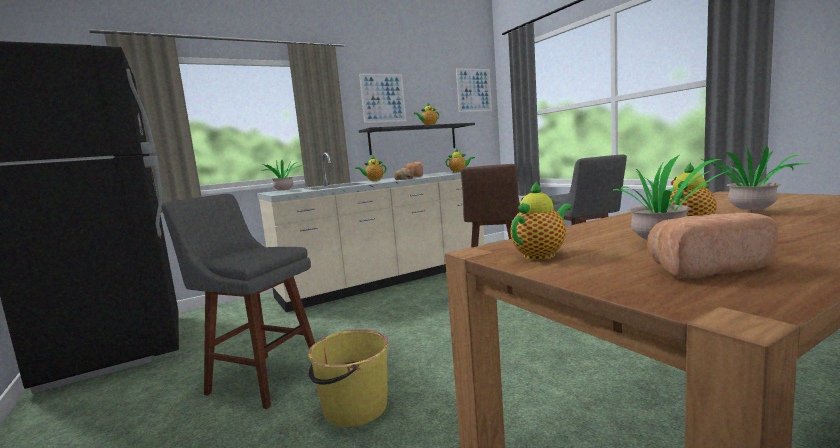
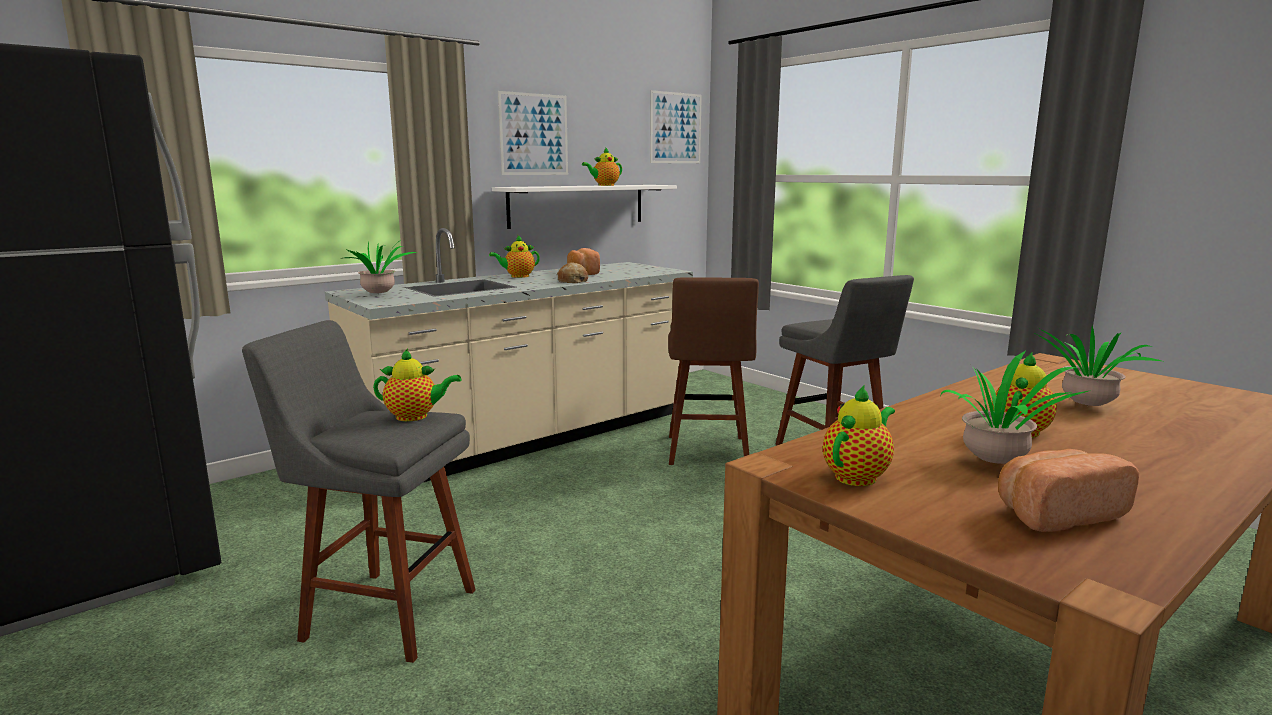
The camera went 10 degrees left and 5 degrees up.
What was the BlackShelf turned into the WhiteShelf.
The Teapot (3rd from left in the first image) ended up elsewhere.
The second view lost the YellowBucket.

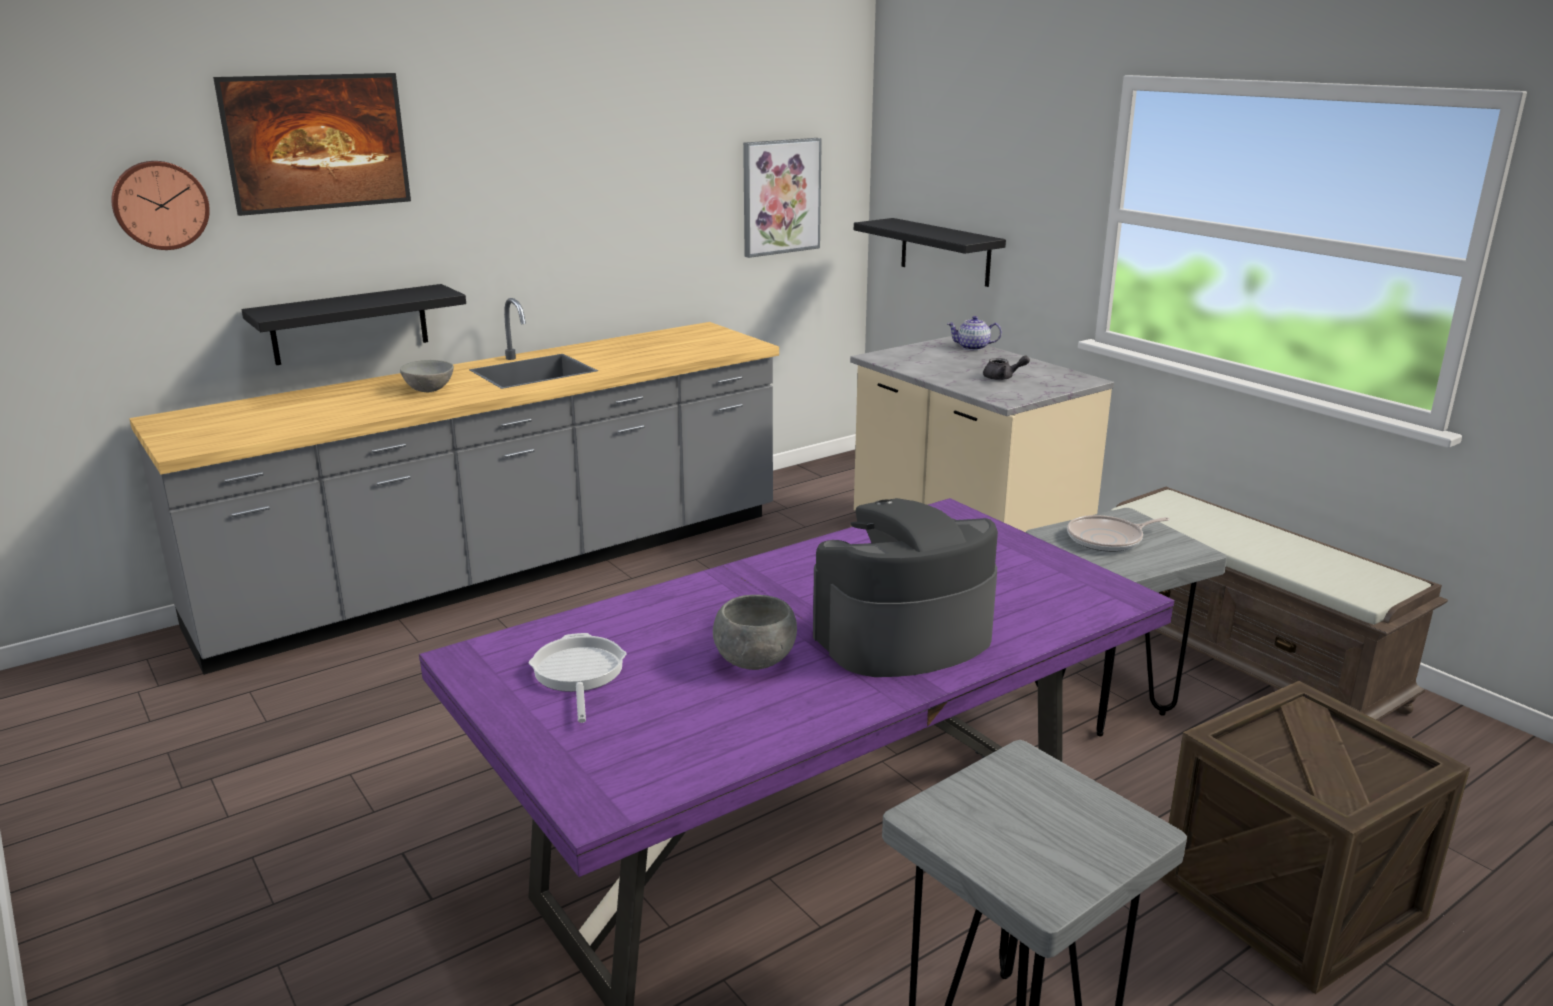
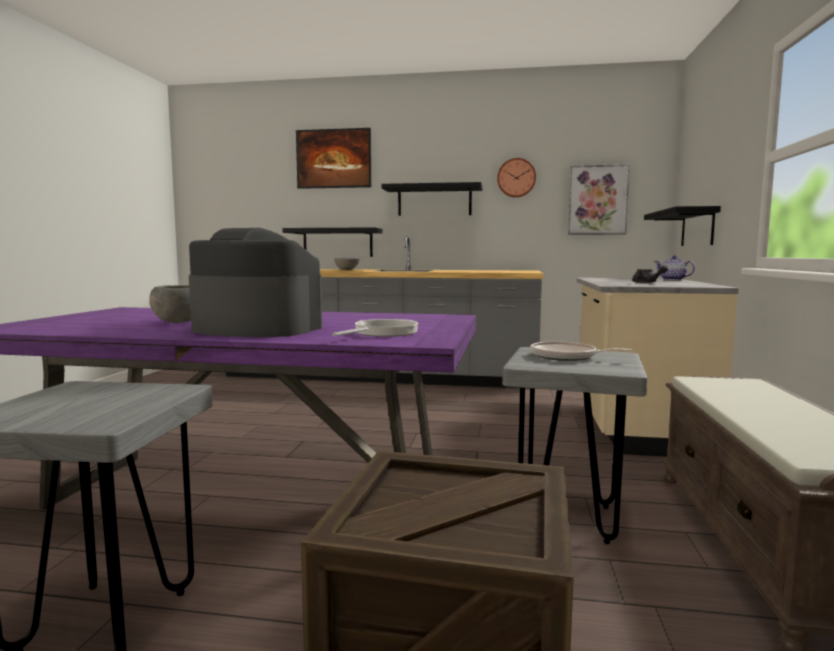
The camera went 45 degrees right and 15 degrees down.
The WallClock ended up elsewhere.
The FryingPan (1st from left) ended up elsewhere.
The second view gained the BlackShelf (2nd from left).

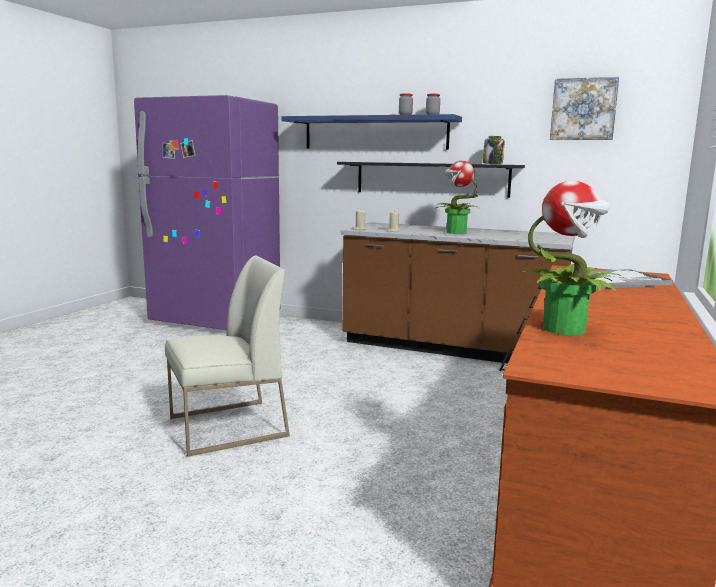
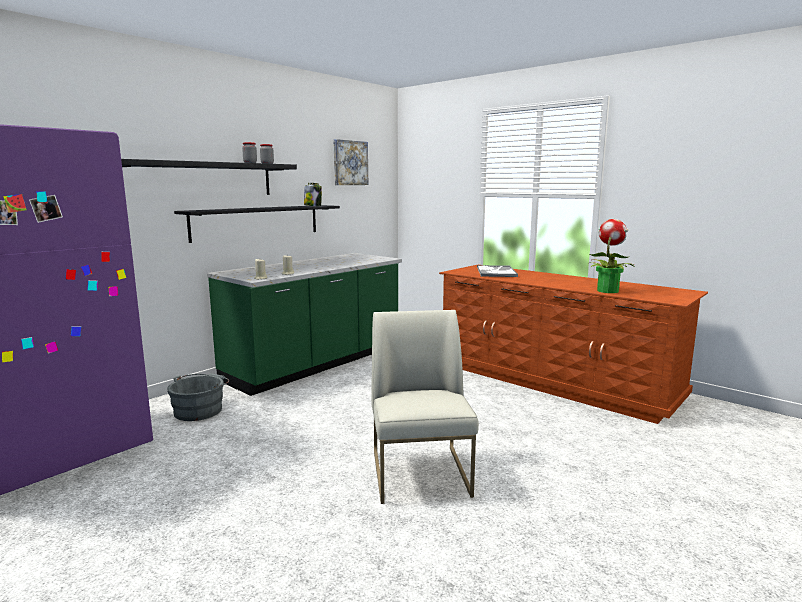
The camera went 70 degrees left and 0 degrees up.
What was the BlueShelf turned into the BlackShelf (1st from left).
The second view lost the PottedPlant (1st from left).
What was the BrownCounter turned into the GreenCounter.
The second view gained the GreyBucket.

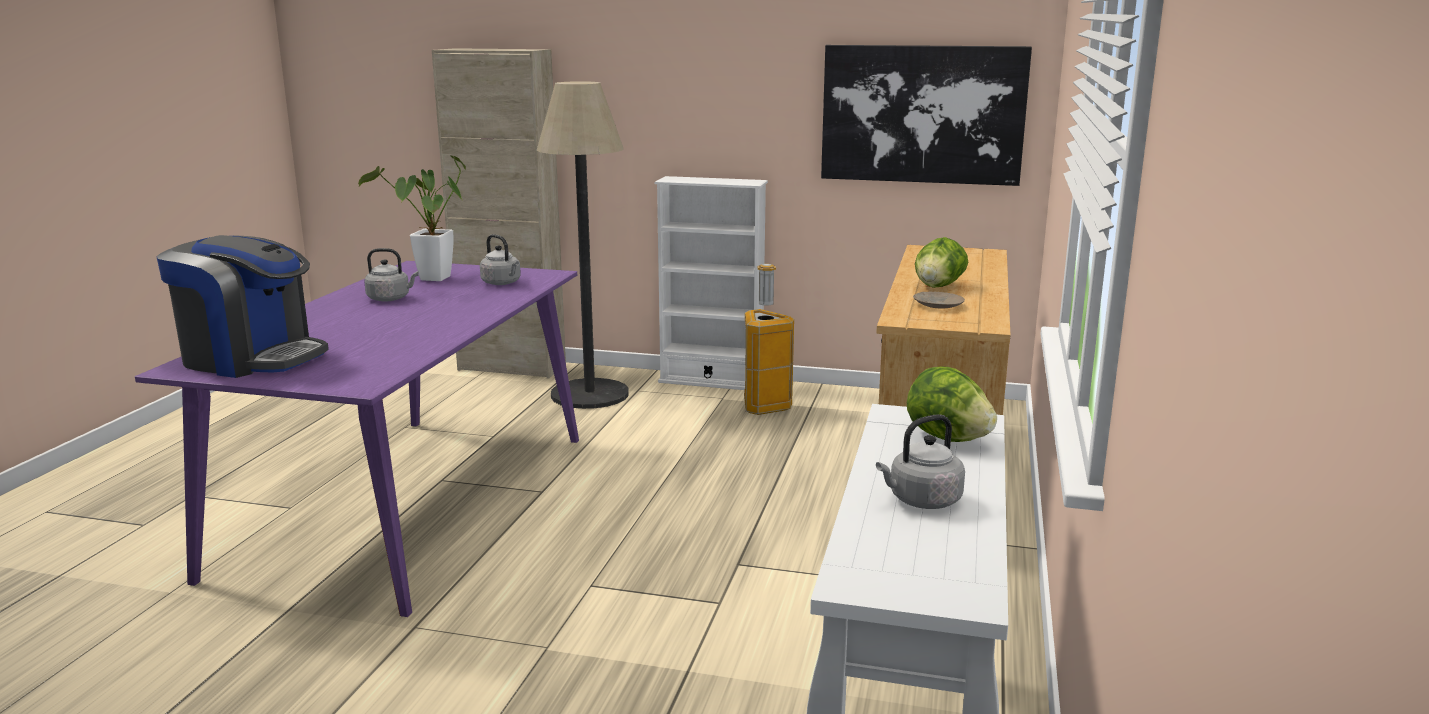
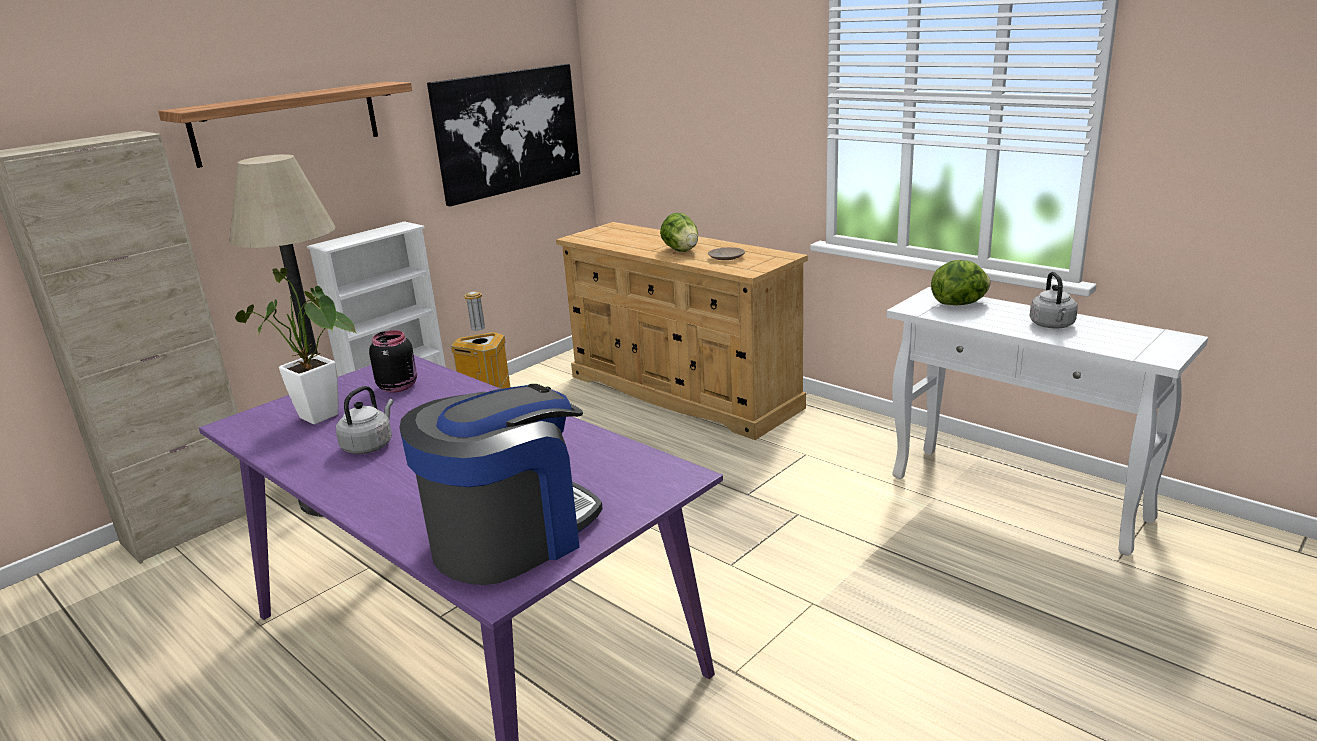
The camera went 60 degrees left and 5 degrees up.
Where the GreyKettle (2nd from left) stood, the BlackJar came to stand.
The second view gained the Shelf.

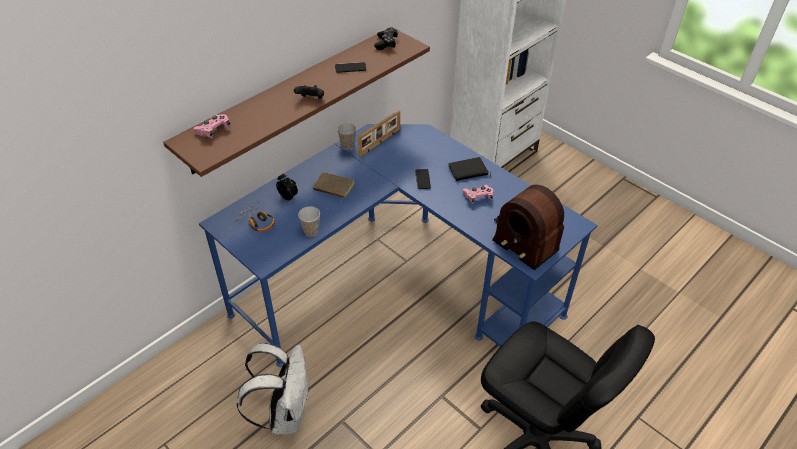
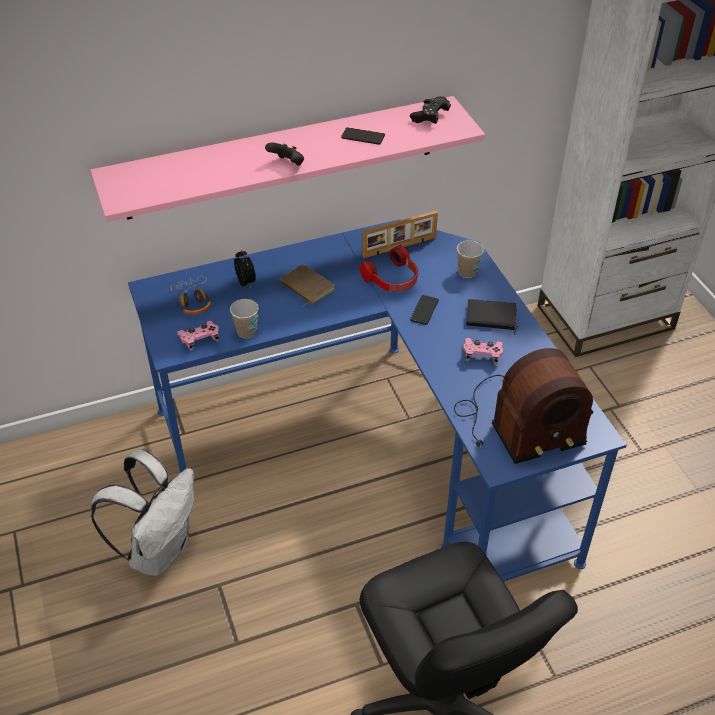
The camera went 25 degrees right and 0 degrees up.
What was the BrownShelf turned into the PinkShelf.
The PinkGameController (1st from left) ended up elsewhere.
The Cup (2nd from left) ended up elsewhere.
The Radio ended up facing another way, 90 degrees counterclockwise from before.
The second view gained the Headphones (2nd from left).

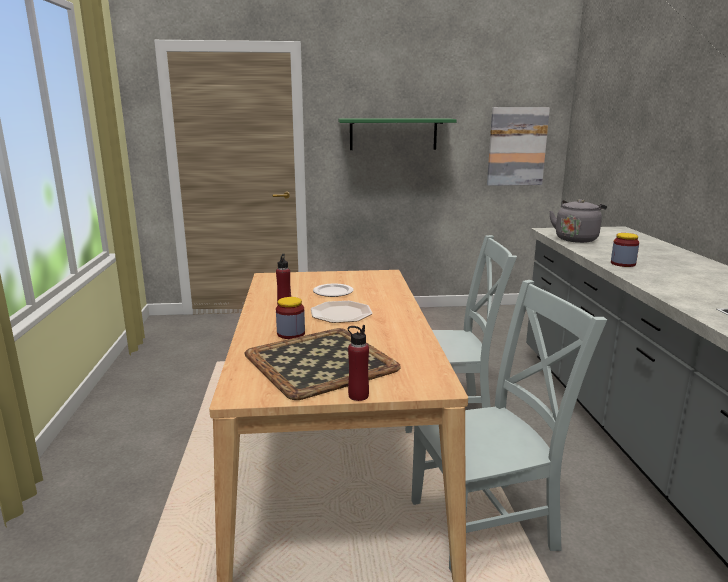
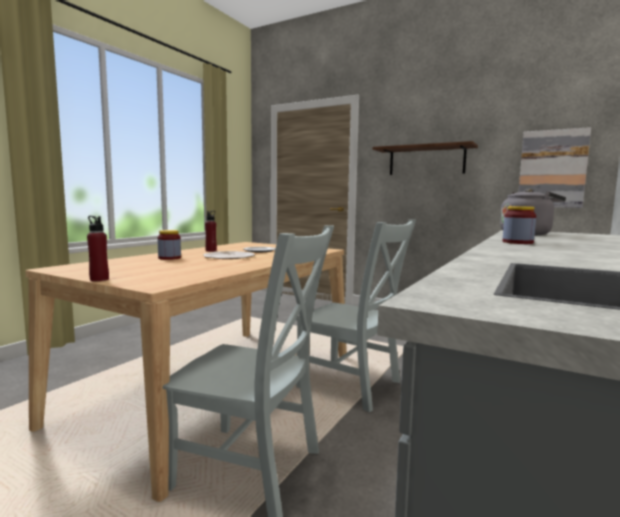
The camera went 35 degrees right and 10 degrees down.
What was the GreenShelf turned into the BrownShelf.
The second view lost the Tray.

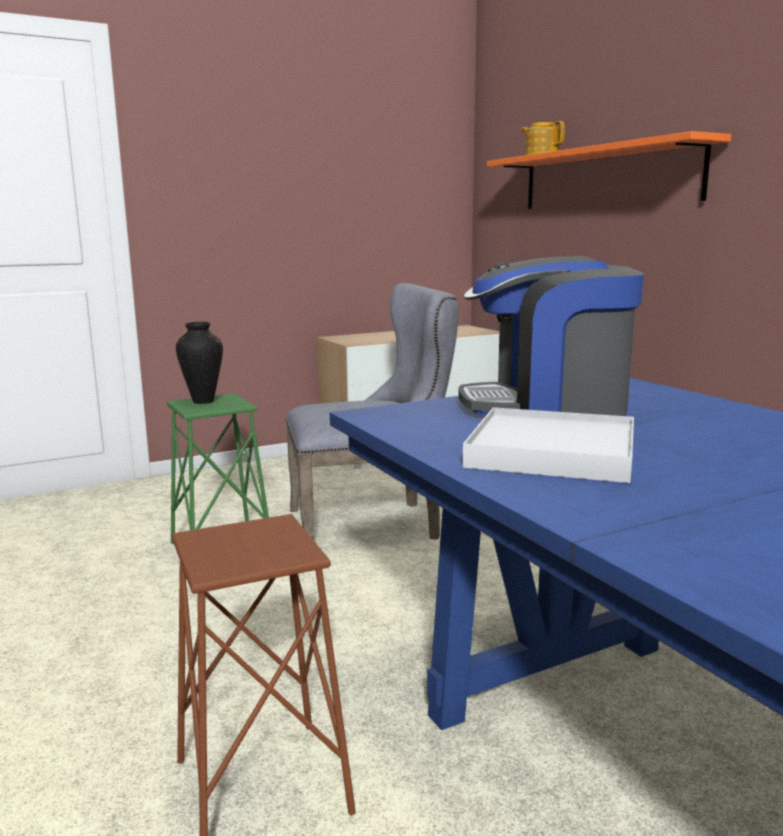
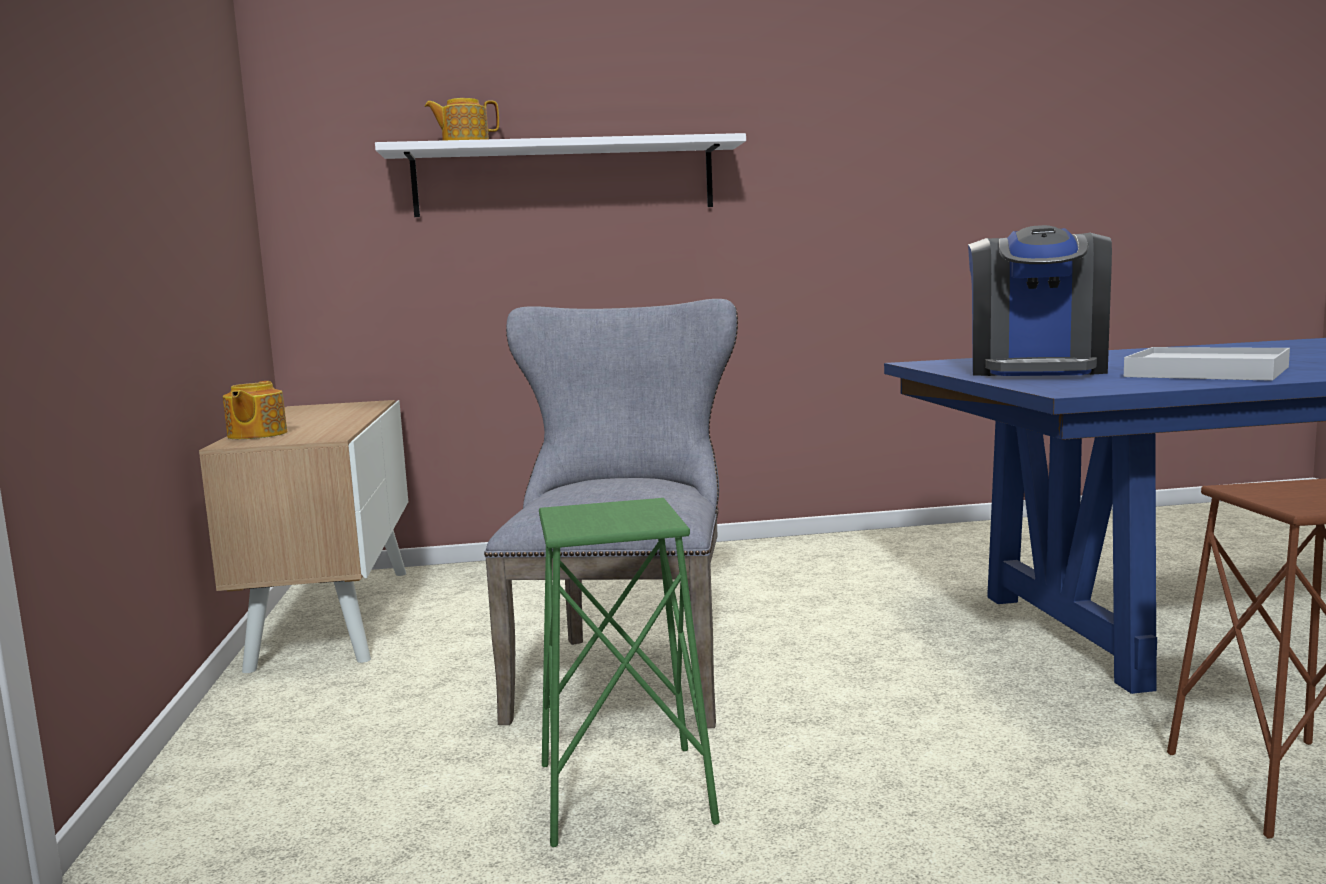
The camera went 70 degrees left and 5 degrees down.
What was the OrangeShelf turned into the WhiteShelf.
The second view lost the Vase.
The second view gained the Teapot (1st from left).

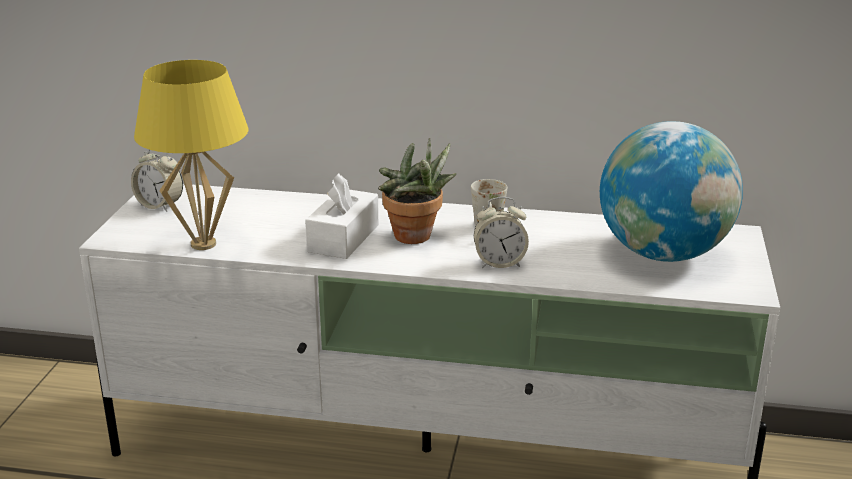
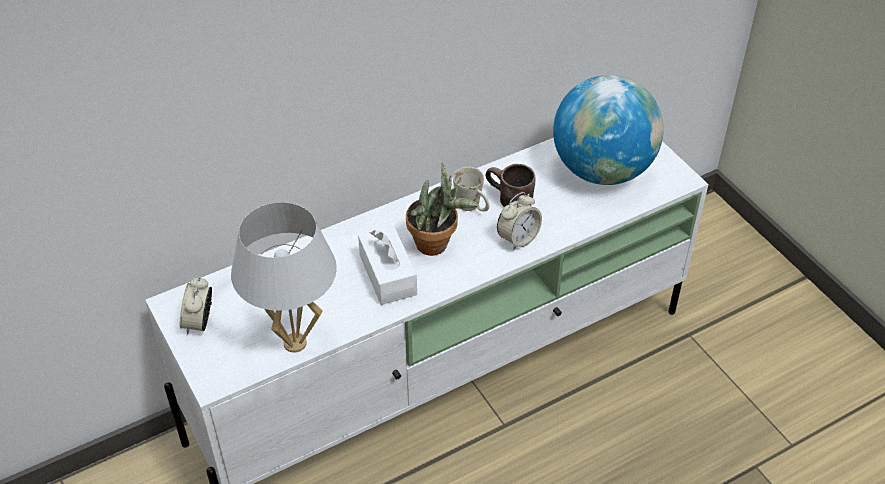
The camera went 40 degrees left and 20 degrees up.
What was the YellowTableLamp turned into the WhiteTableLamp.
The AlarmClock (1st from left) ended up facing another way, 105 degrees clockwise from before.
The second view gained the BrownMug.

